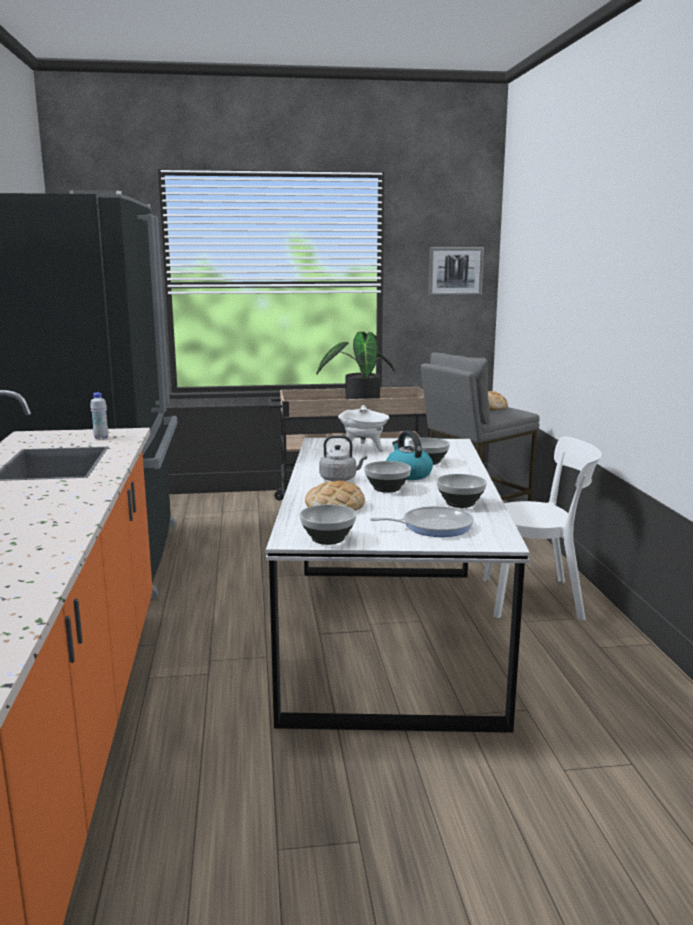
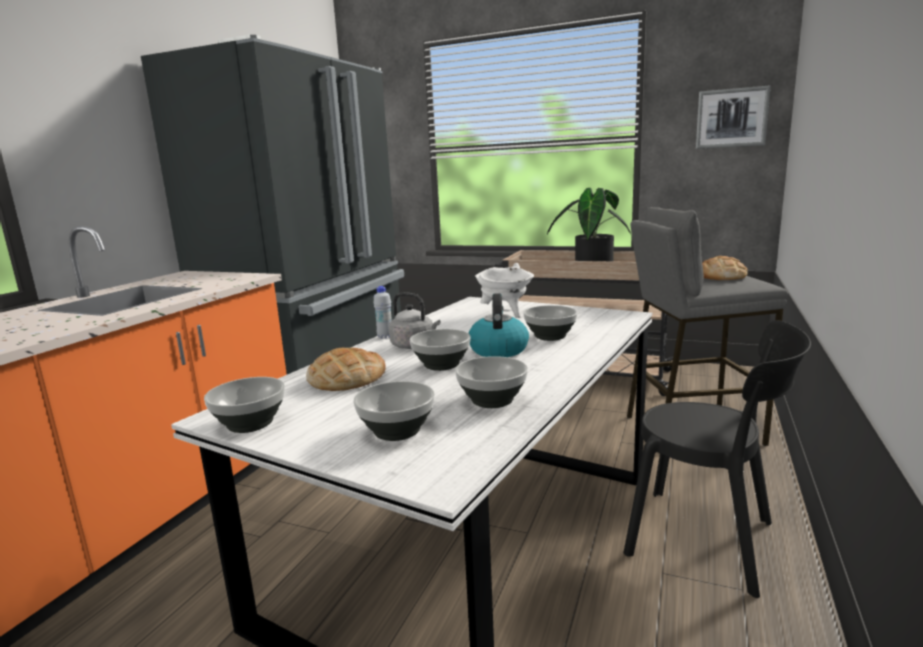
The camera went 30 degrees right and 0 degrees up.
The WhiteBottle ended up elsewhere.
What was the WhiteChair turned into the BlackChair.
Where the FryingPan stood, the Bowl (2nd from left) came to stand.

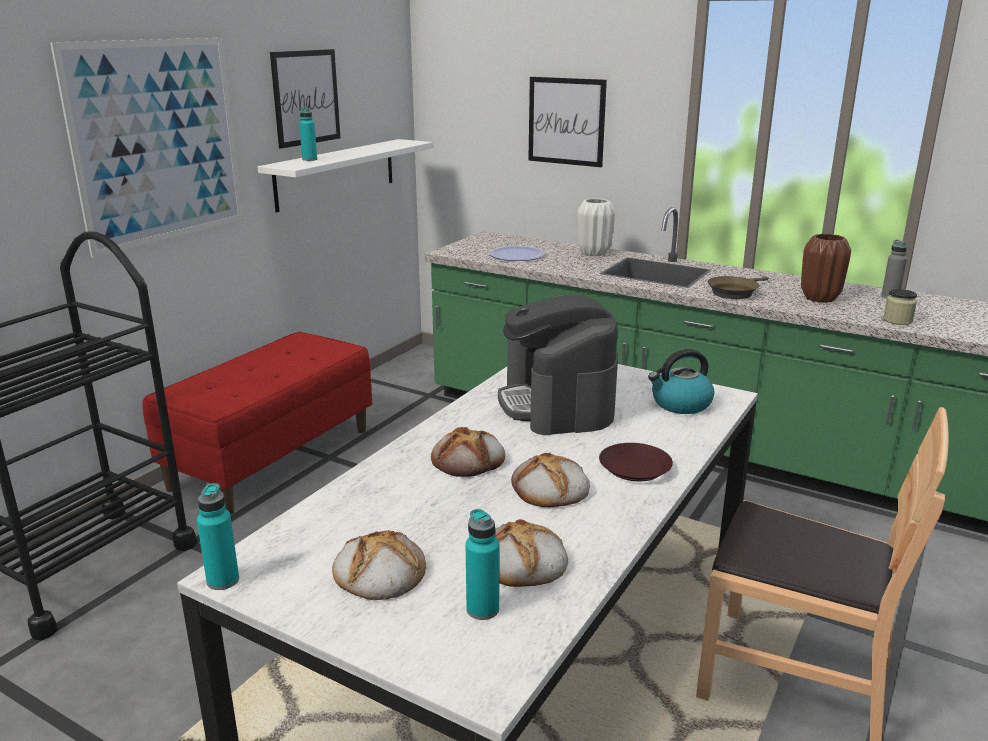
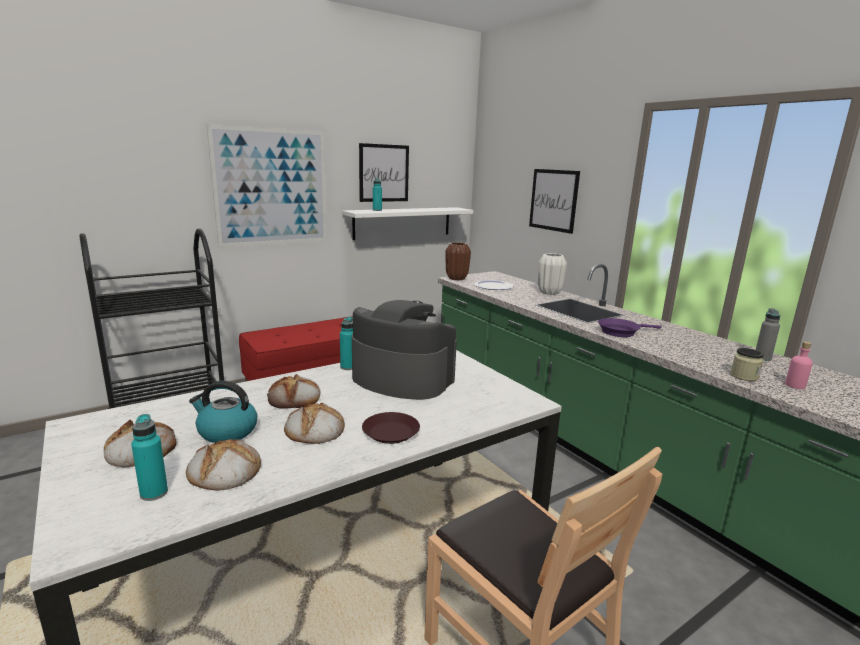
The camera went 25 degrees right and 5 degrees down.
The BrownVase ended up elsewhere.
What was the BrownFryingPan turned into the PurpleFryingPan.
The CoffeeMachine ended up facing another way, 105 degrees clockwise from before.
The Kettle ended up elsewhere.
The TurquoiseBottle (1st from left in the first image) ended up elsewhere.
The second view gained the PinkBottle.

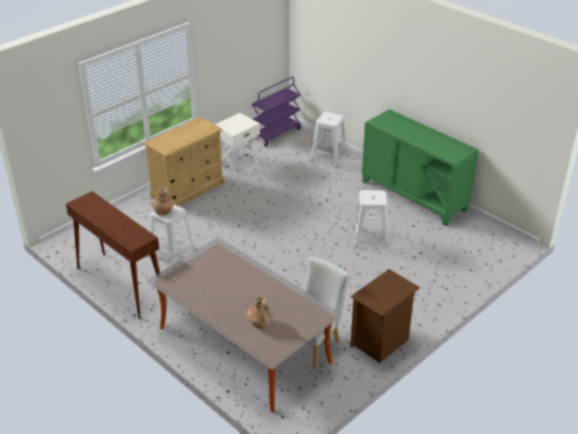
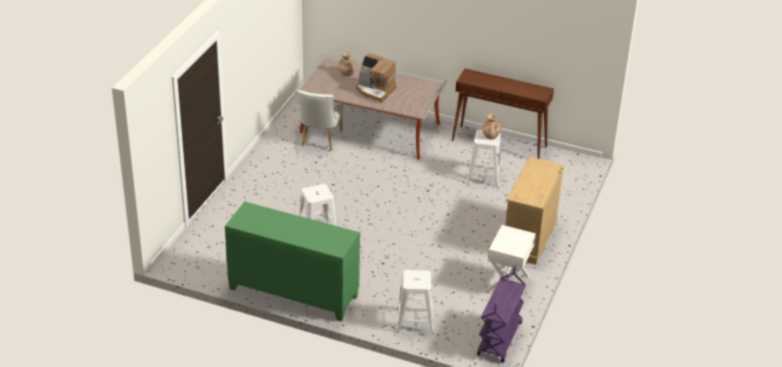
The camera went 155 degrees right and 0 degrees up.
The second view lost the BrownNightstand.
The second view gained the CoffeeMachine.

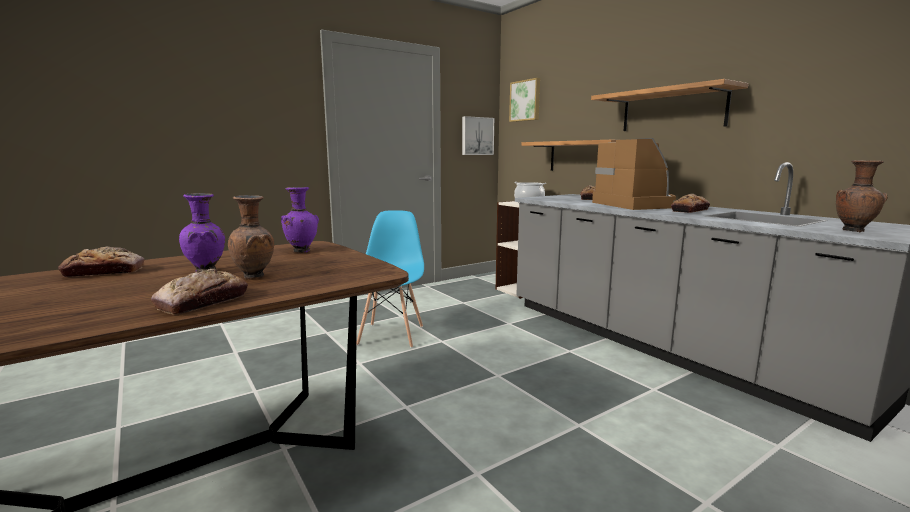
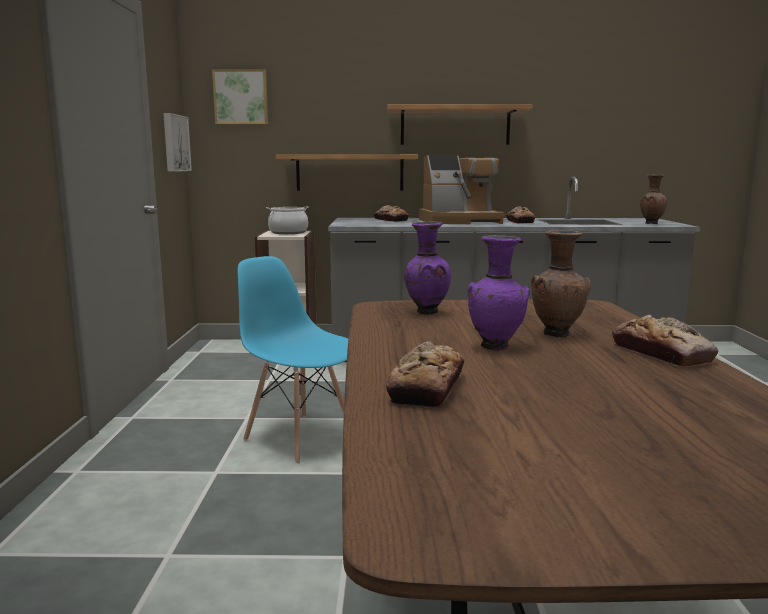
The camera went 55 degrees left and 0 degrees up.
The CoffeeMachine ended up facing another way, 150 degrees clockwise from before.

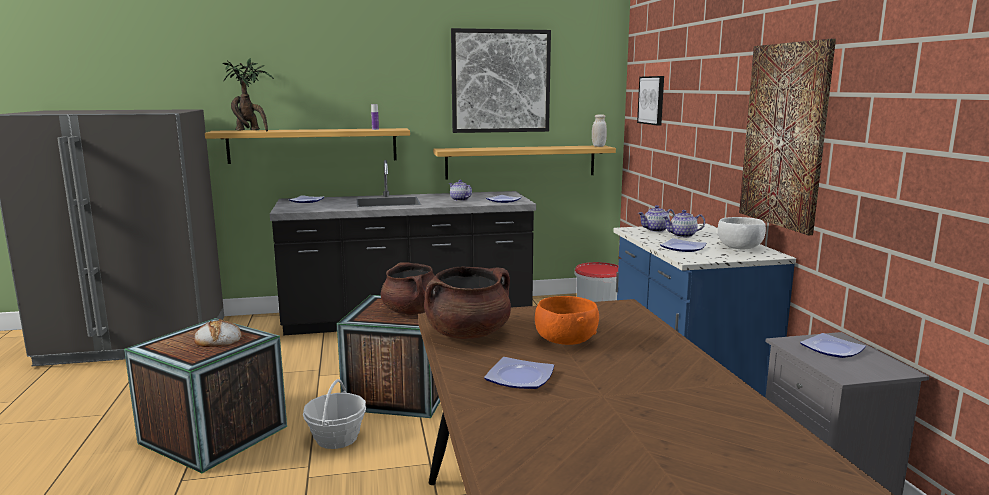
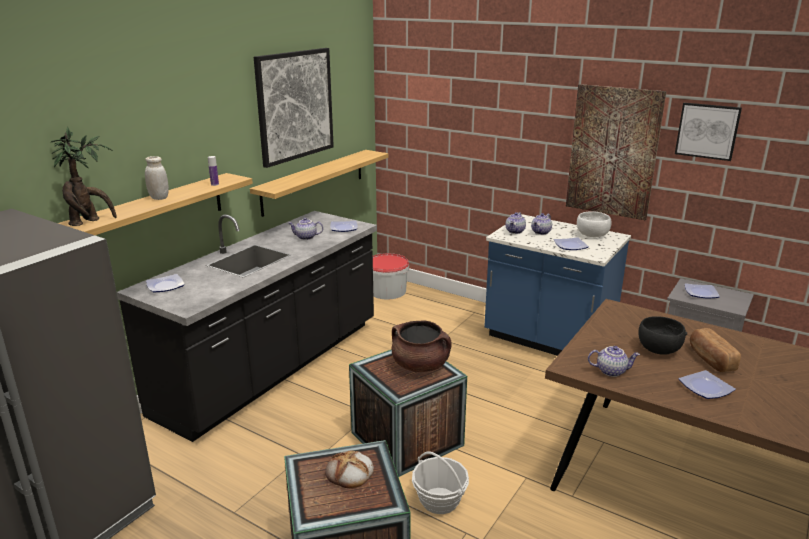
The camera went 45 degrees left and 10 degrees up.
The Picture (2nd from left in the first image) ended up elsewhere.
The WhiteJar ended up elsewhere.
Where the BrownCookingPot (2nd from left) stood, the Teapot (4th from left) came to stand.
What was the OrangeBowl turned into the BlackBowl.
The second view gained the Bread (2nd from left).

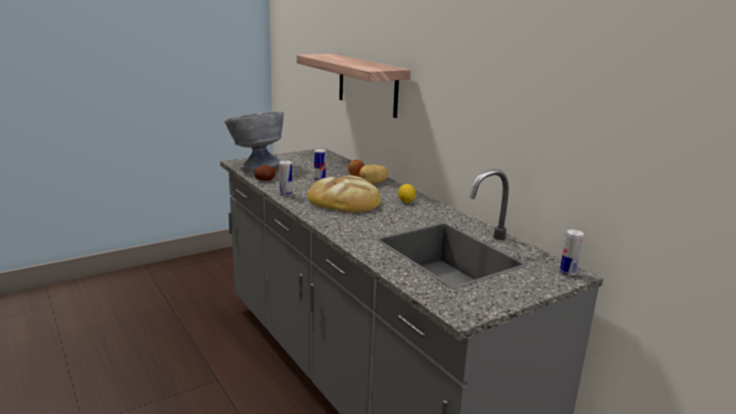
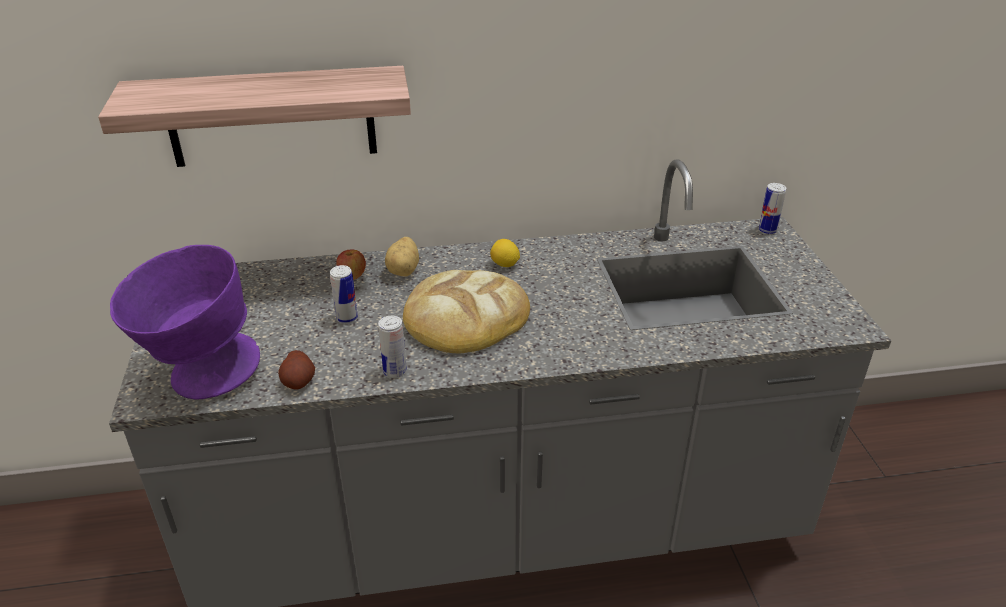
The camera went 65 degrees left and 15 degrees up.
What was the GreyBowl turned into the PurpleBowl.

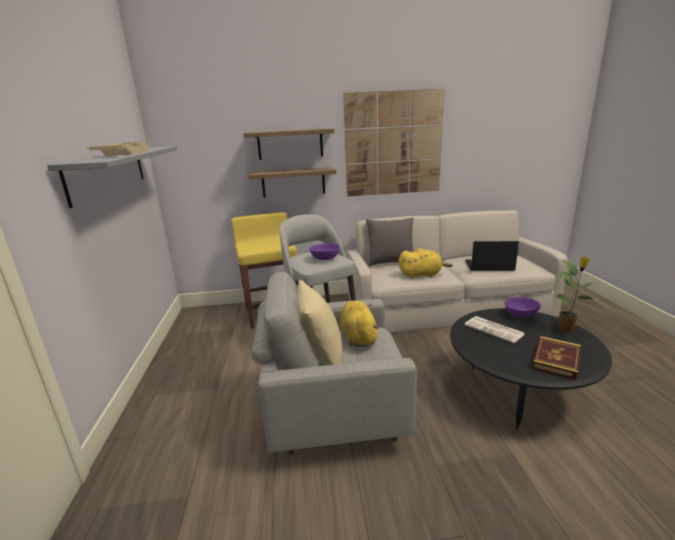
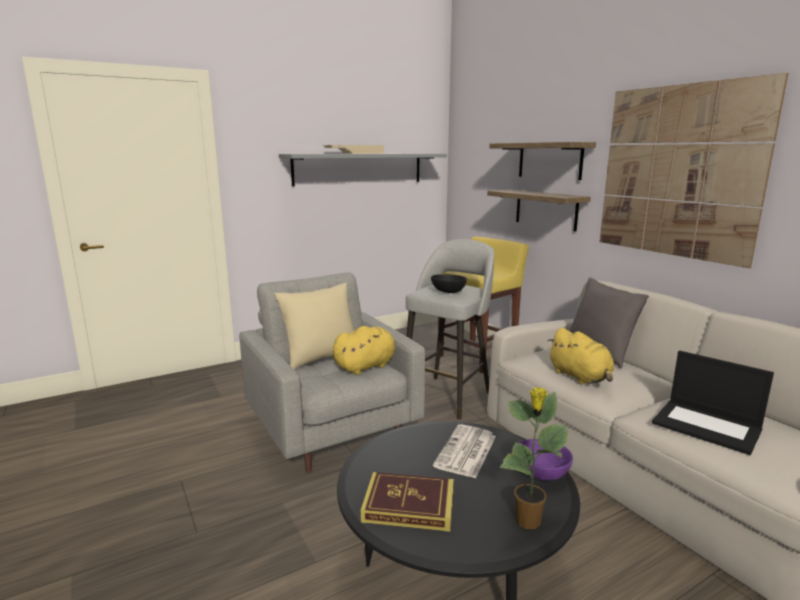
The camera went 65 degrees right and 5 degrees down.
The Laptop ended up facing another way, 150 degrees clockwise from before.
What was the PurpleBowl (1st from left) turned into the BlackBowl.

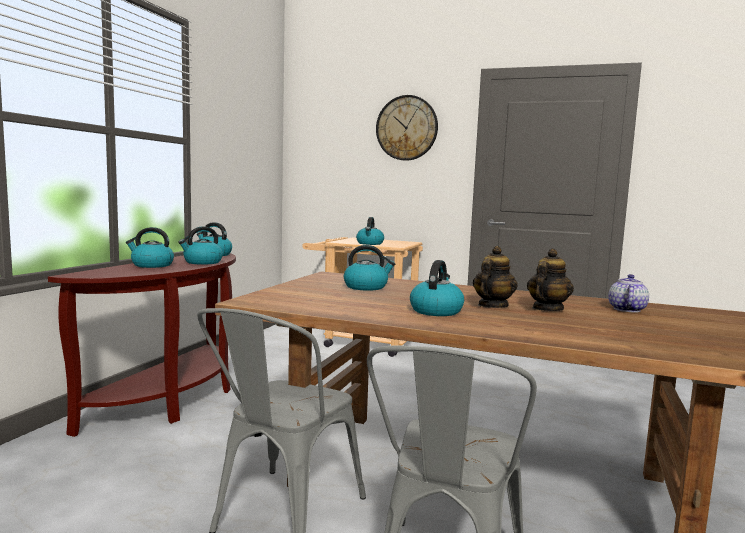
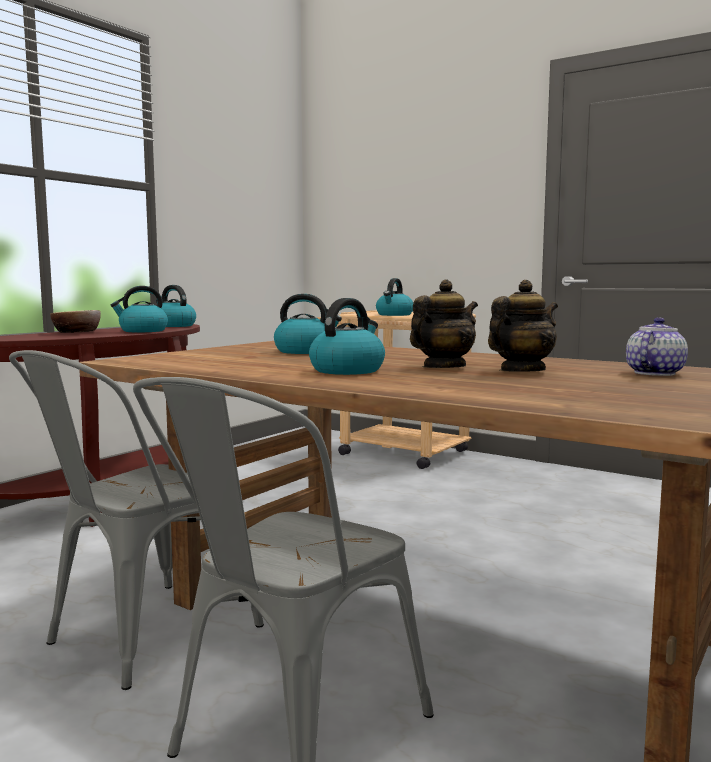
The camera went 15 degrees right and 0 degrees up.
The second view lost the WallClock.
Where the Kettle (1st from left) stood, the Bowl came to stand.

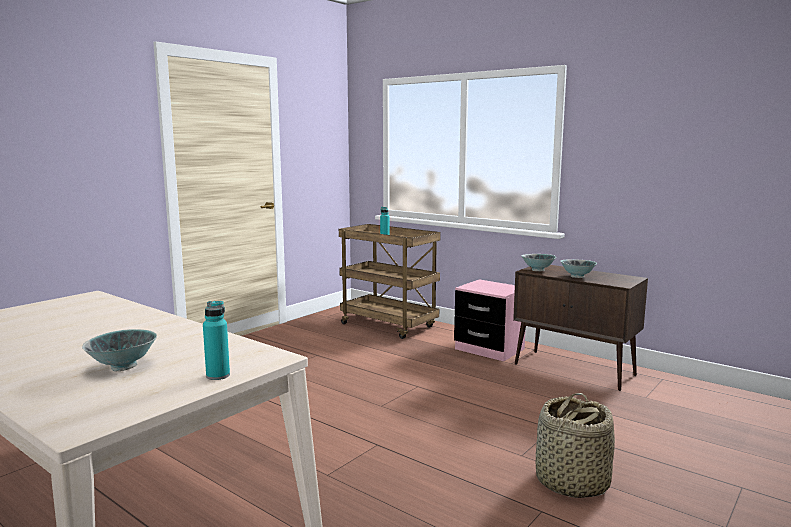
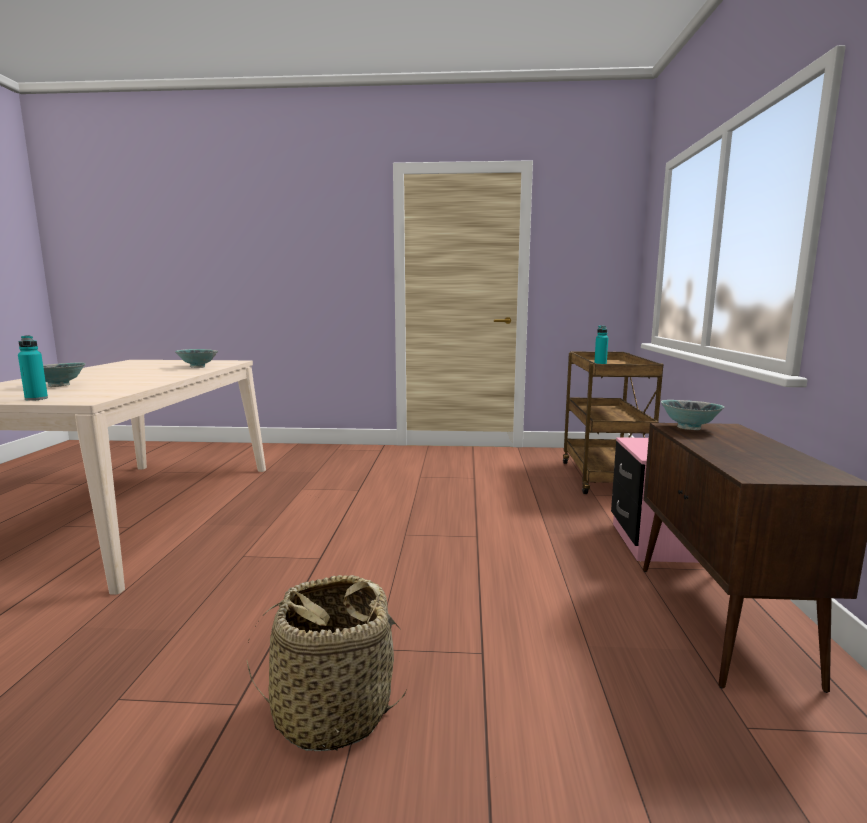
The camera went 55 degrees right and 0 degrees up.
The Bowl (3rd from left in the first image) ended up elsewhere.

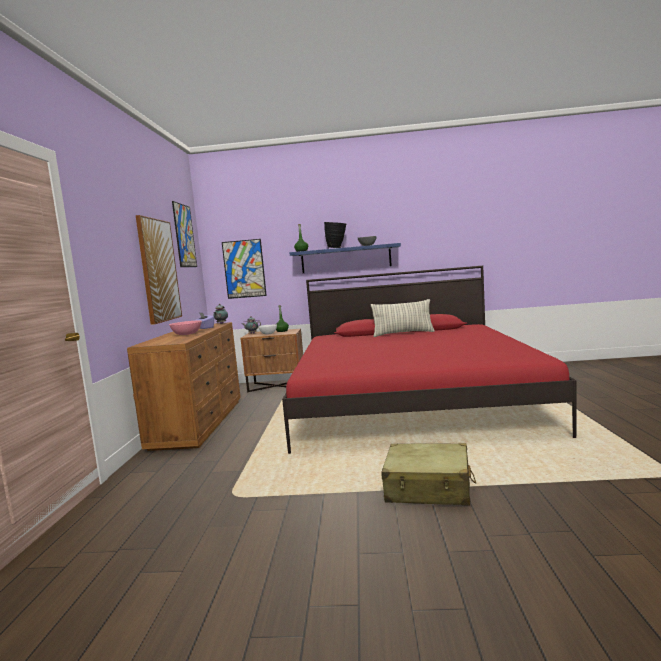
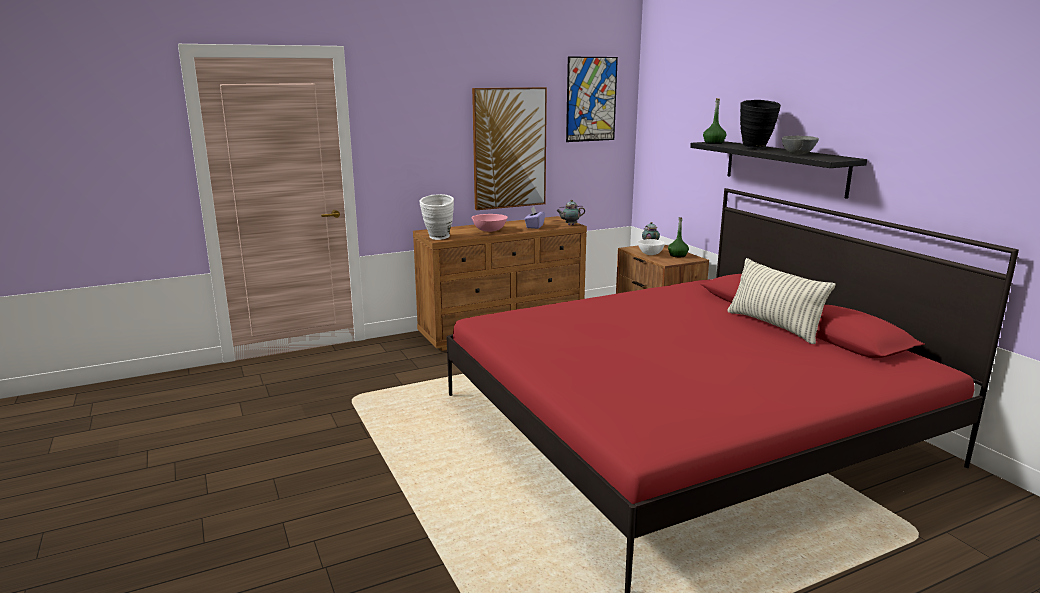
The camera went 60 degrees right and 10 degrees up.
The second view lost the Picture (3rd from left).
What was the BlueShelf turned into the BlackShelf.
The second view lost the BeigeSuitcase.
The second view gained the WhiteVase.

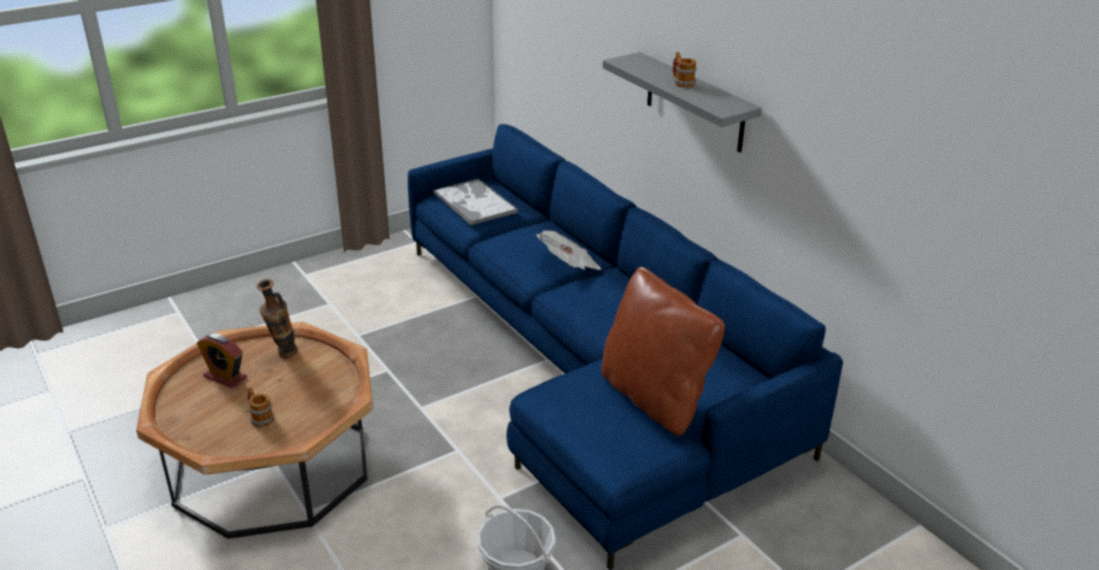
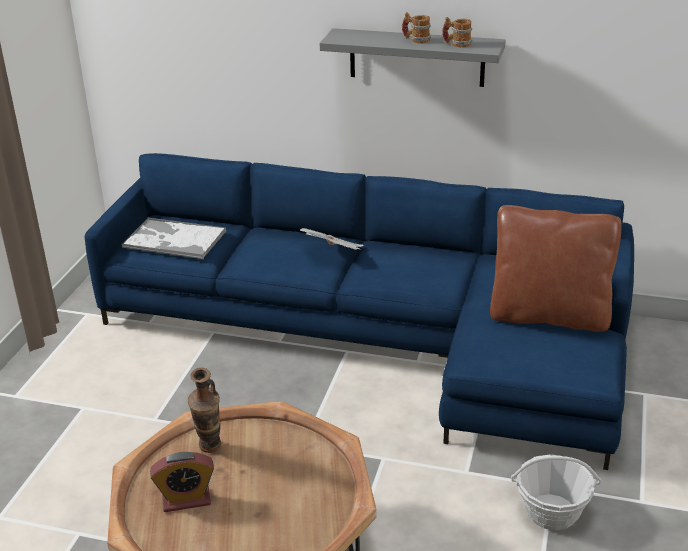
The camera went 40 degrees left and 0 degrees up.
The Mug (1st from left in the first image) ended up elsewhere.

